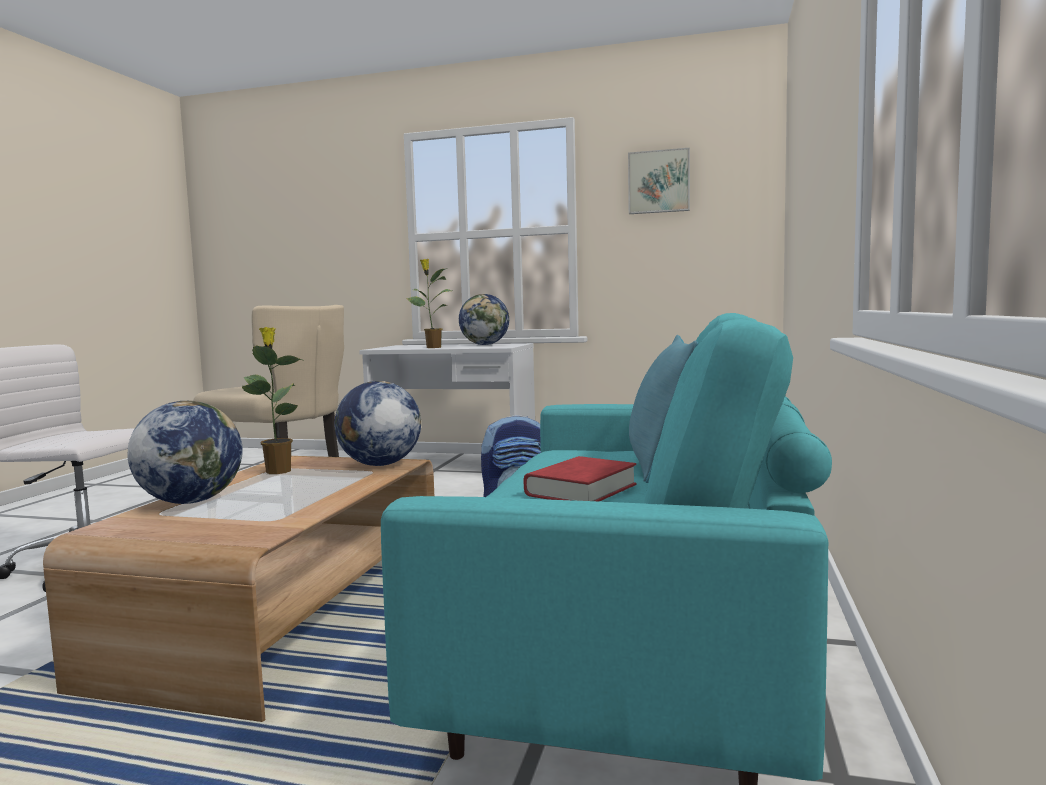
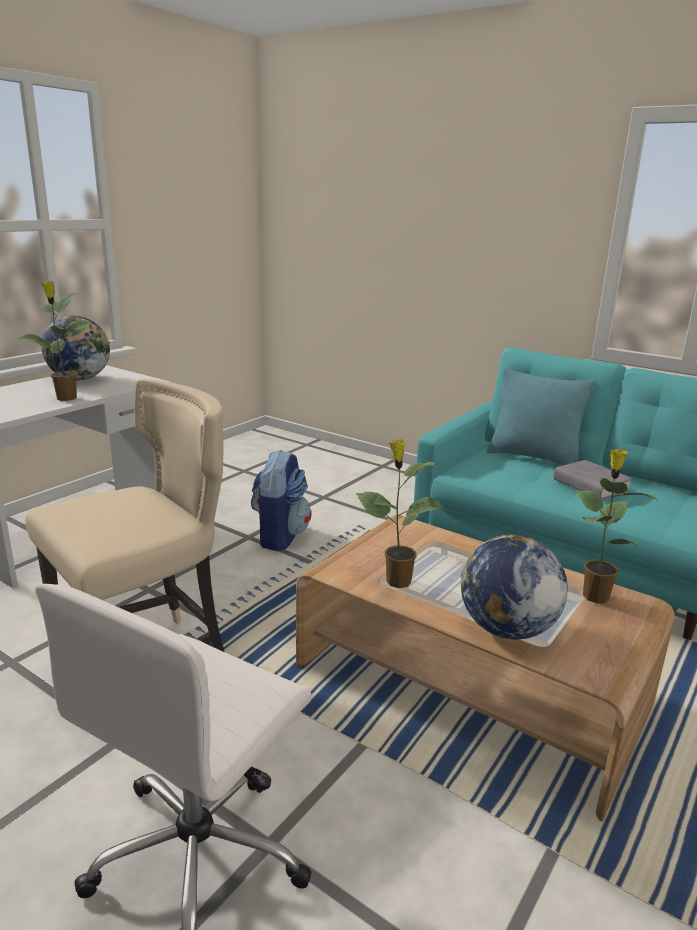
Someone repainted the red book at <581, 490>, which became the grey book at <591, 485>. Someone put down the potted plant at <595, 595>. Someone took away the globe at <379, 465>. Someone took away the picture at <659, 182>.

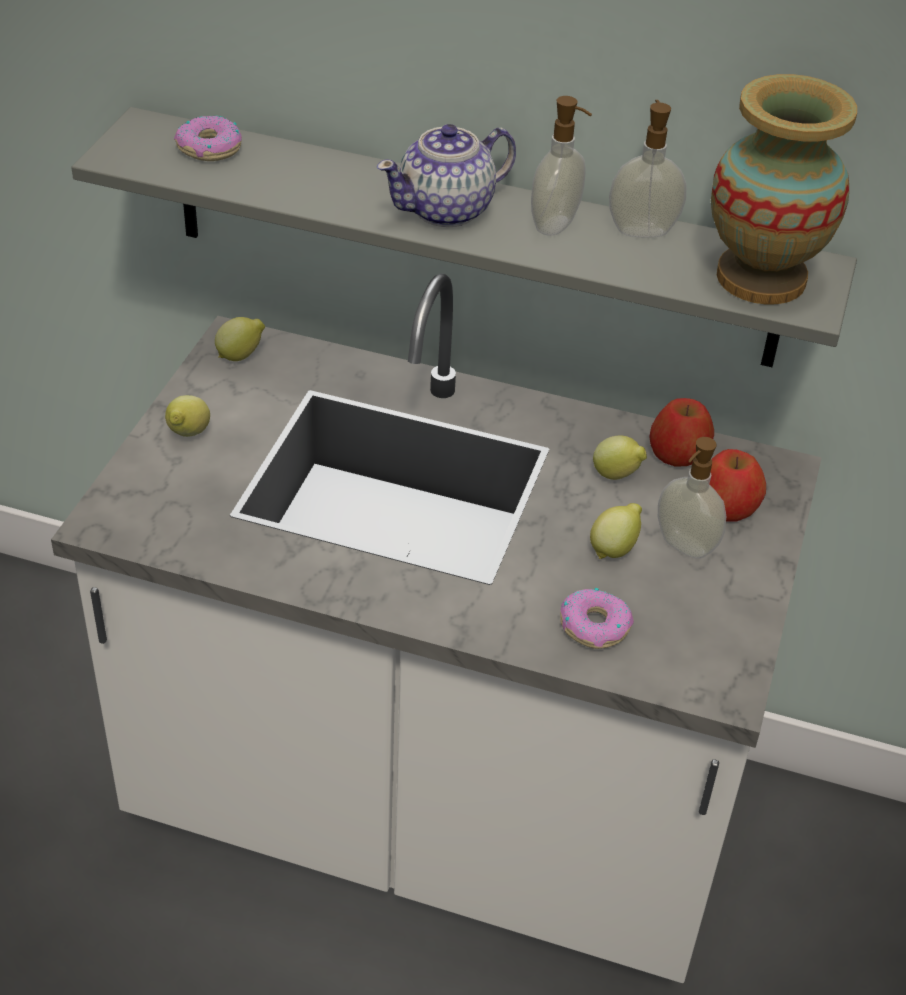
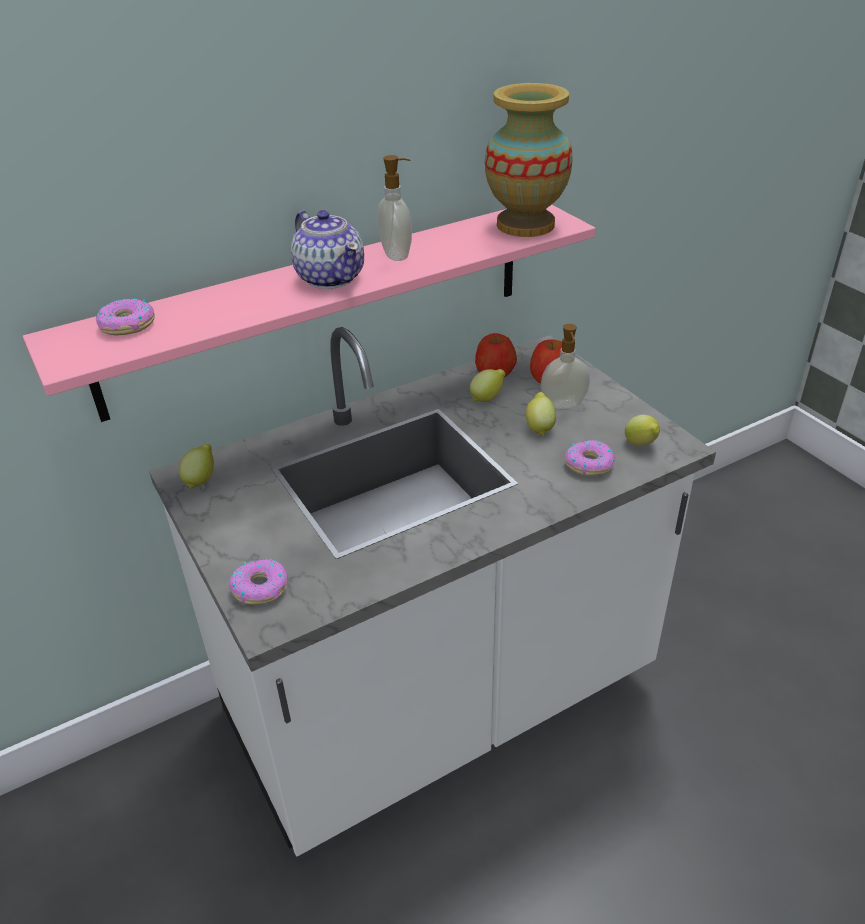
Someone repainted the grey shelf at <472, 239>, which became the pink shelf at <320, 306>. Someone put down the donut at <260, 588>. Someone rotated the teapot at <447, 210> by 45 degrees counterclockwise. Someone carried the lemon from <188, 435> to <641, 445>. Someone took away the soap dispenser at <642, 230>.

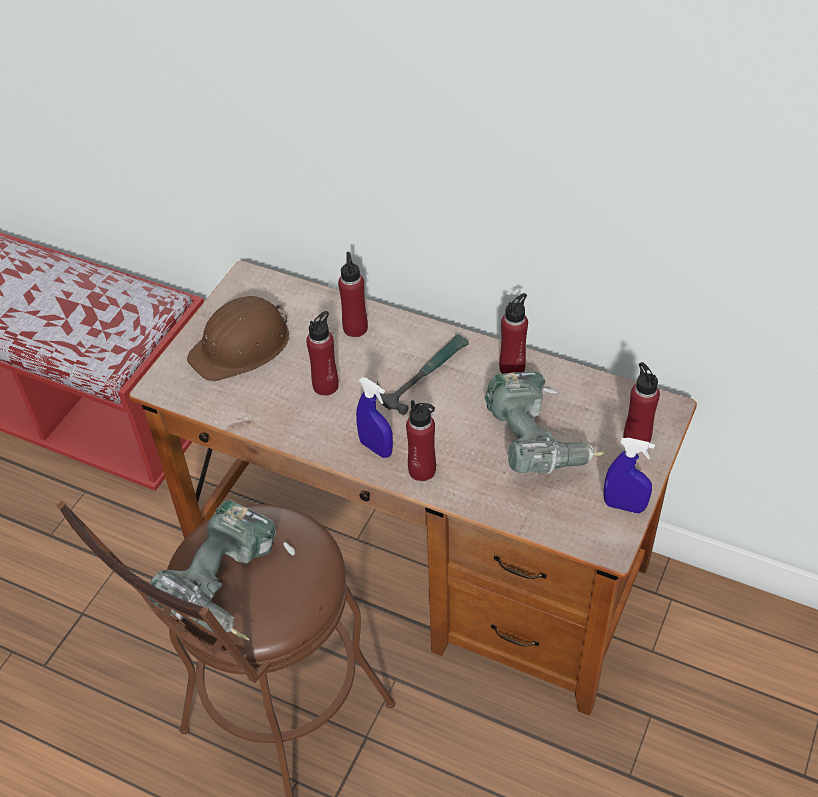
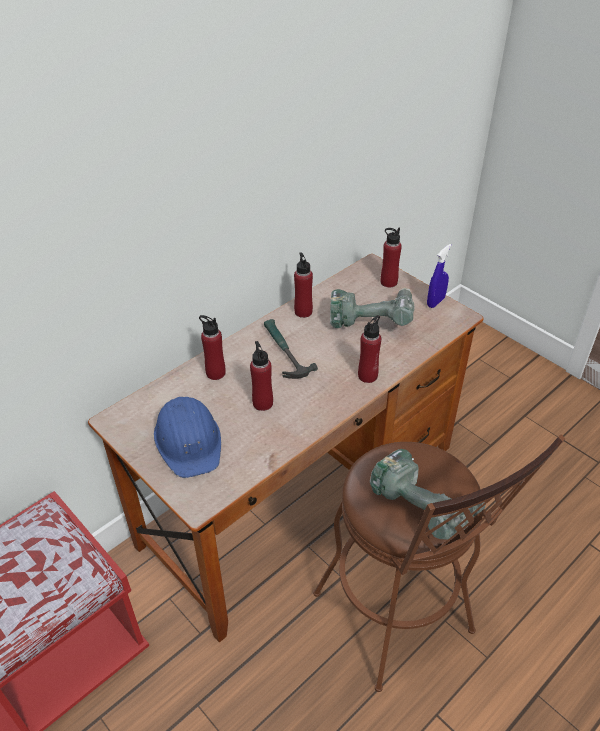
Someone repainted the brown hard hat at <242, 346>, which became the blue hard hat at <189, 441>. Someone took away the blue spray bottle at <376, 448>.

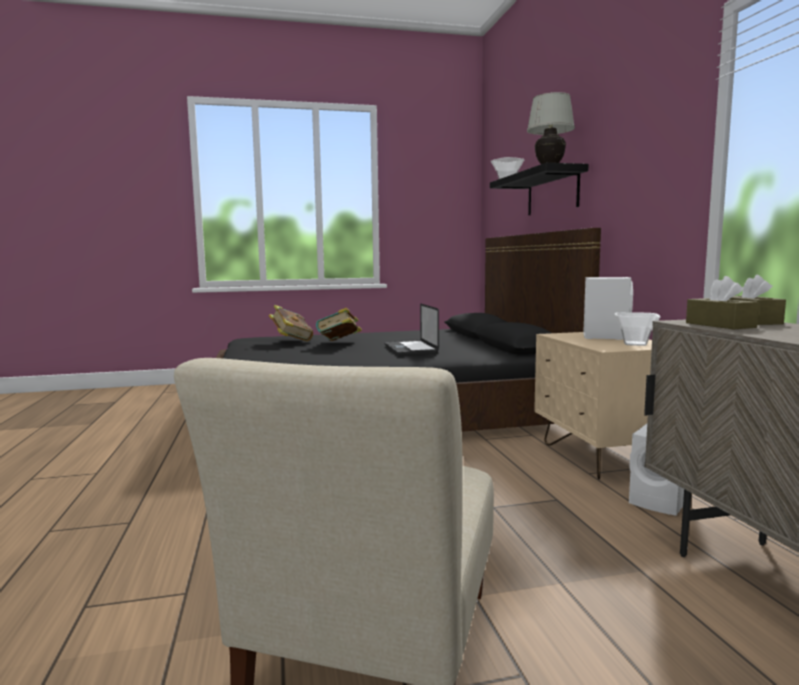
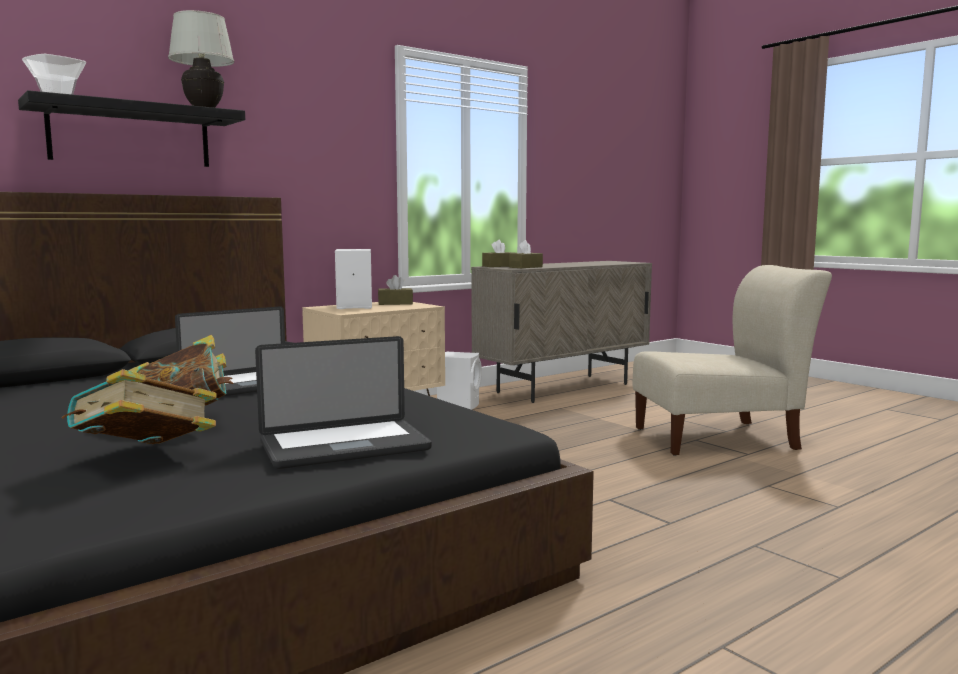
Someone put down the laptop at <345, 446>. Someone swapped the bowl at <636, 344> for the brown tissue box at <395, 303>.

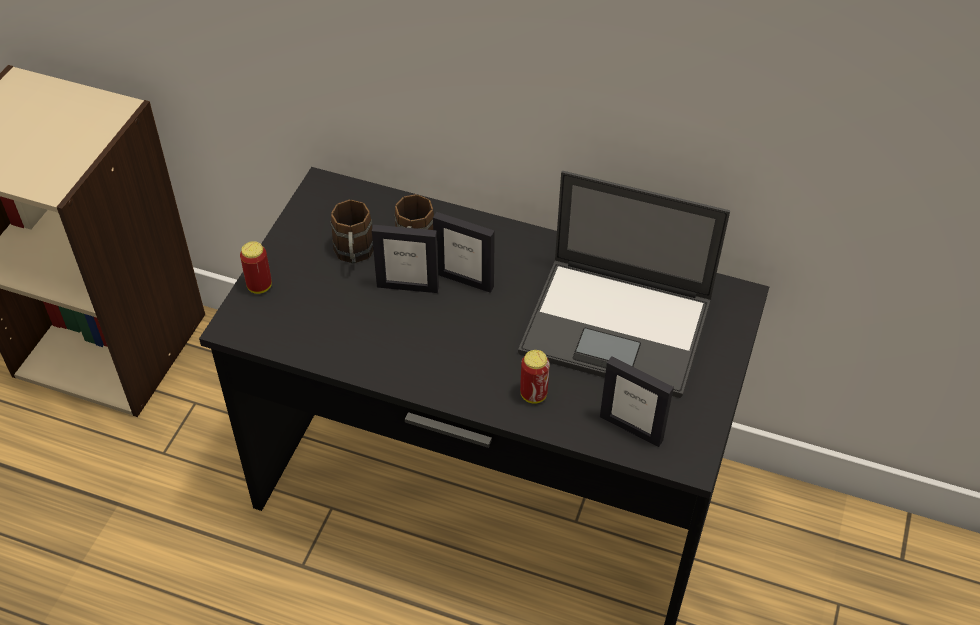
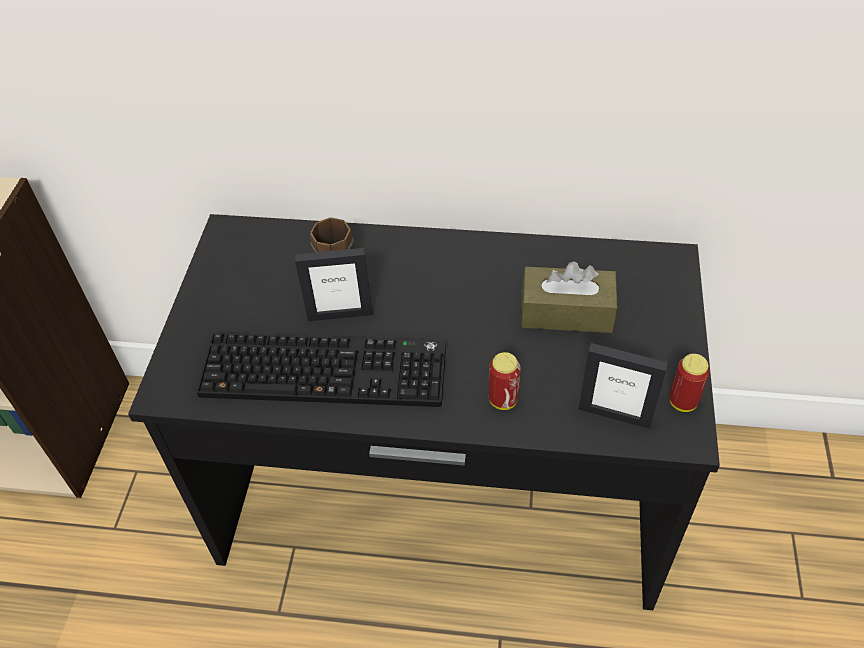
Someone put down the keyboard at <327, 369>. Someone swapped the laptop at <618, 327> for the brown tissue box at <566, 312>. Someone carried the can from <259, 286> to <682, 402>. Someone took away the brown mug at <354, 255>. Someone took away the picture frame at <464, 280>.

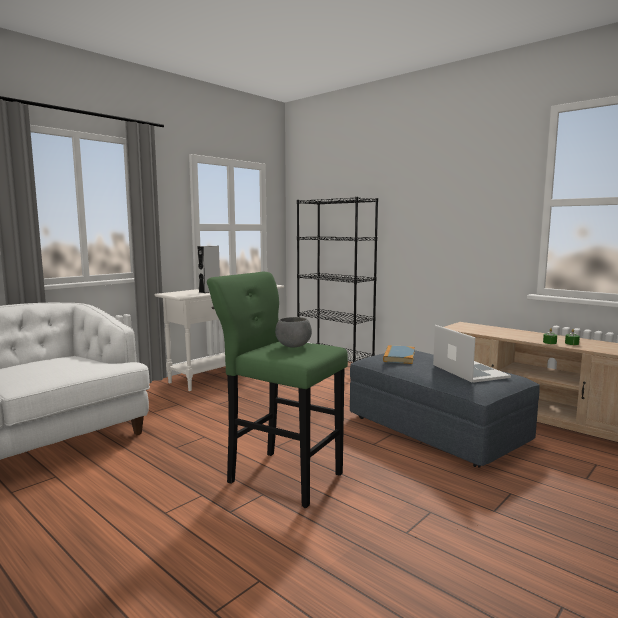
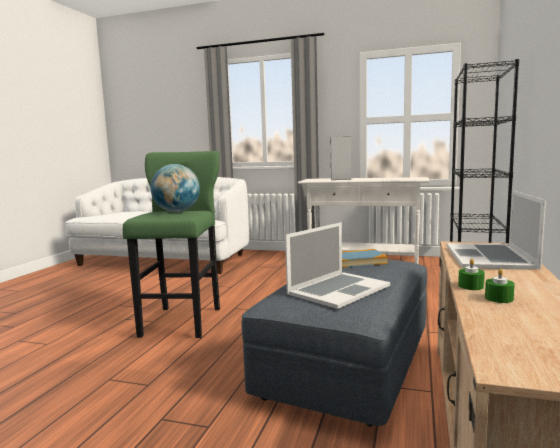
Someone swapped the grey bowl at <294, 346> for the globe at <177, 212>. Someone put down the laptop at <490, 257>.

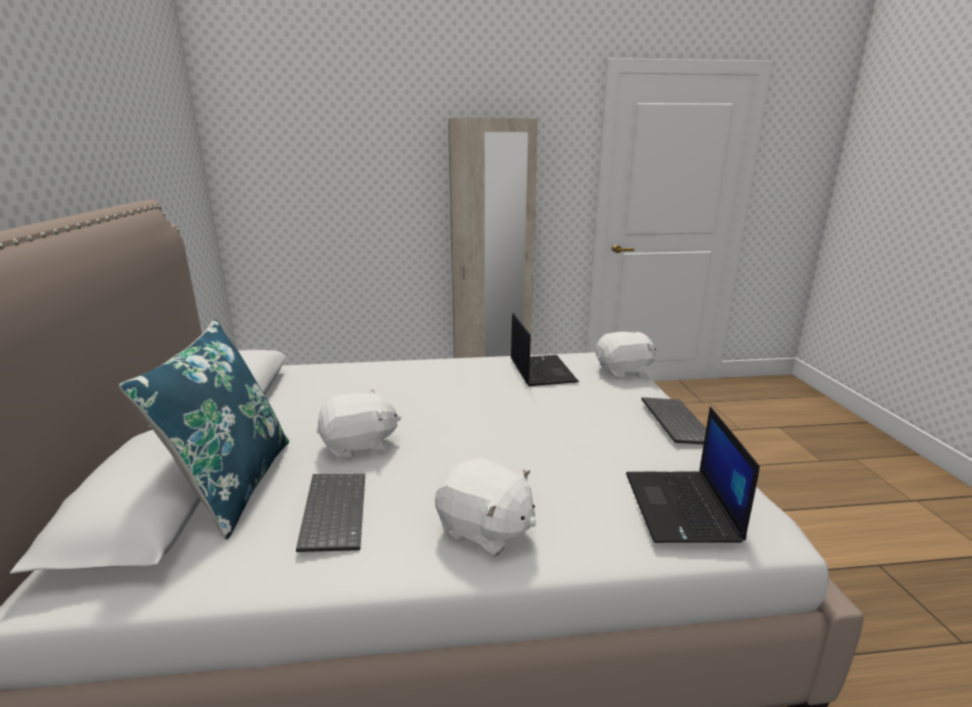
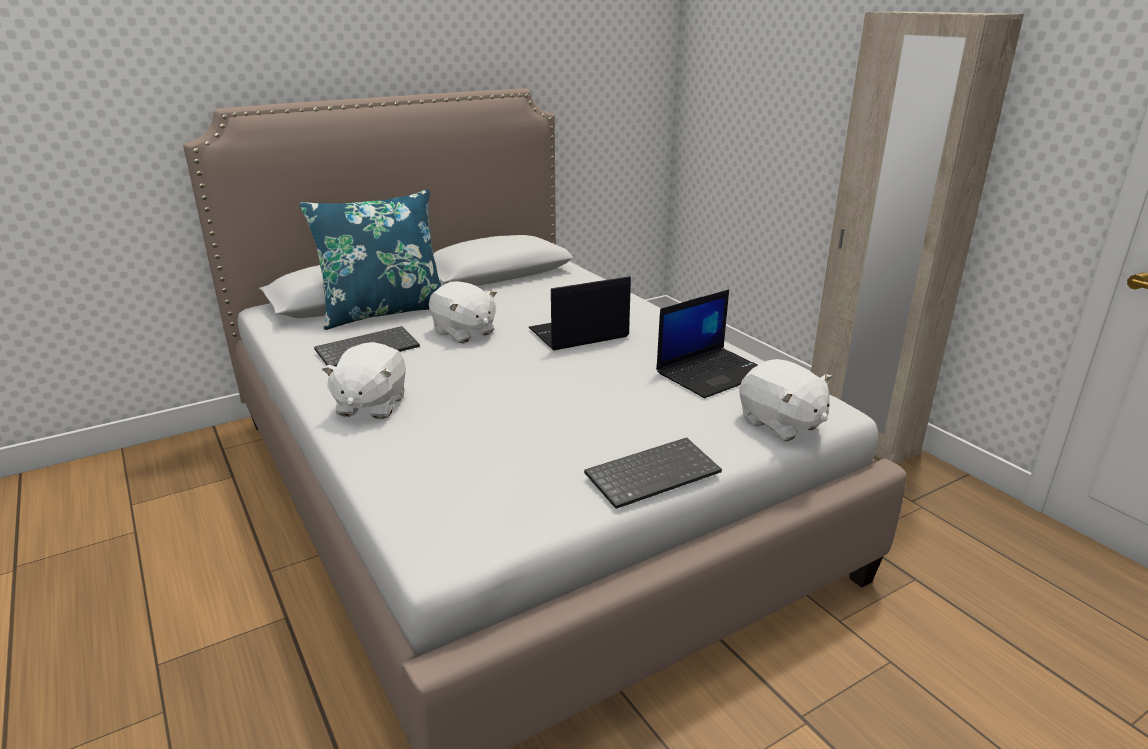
Someone carried the laptop from <682, 507> to <577, 334>.

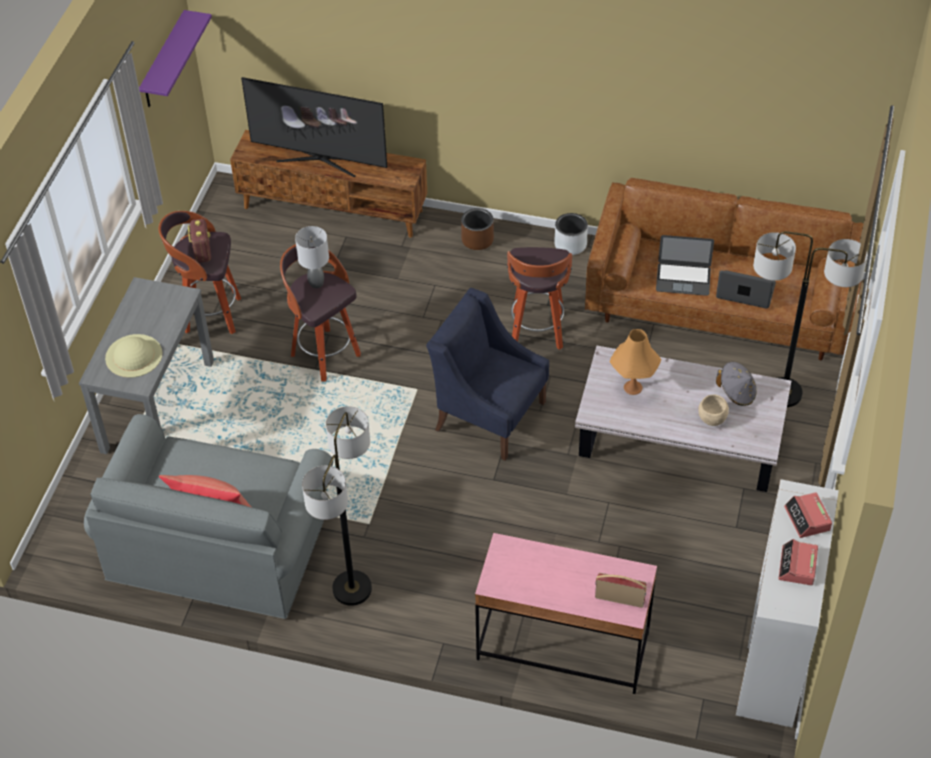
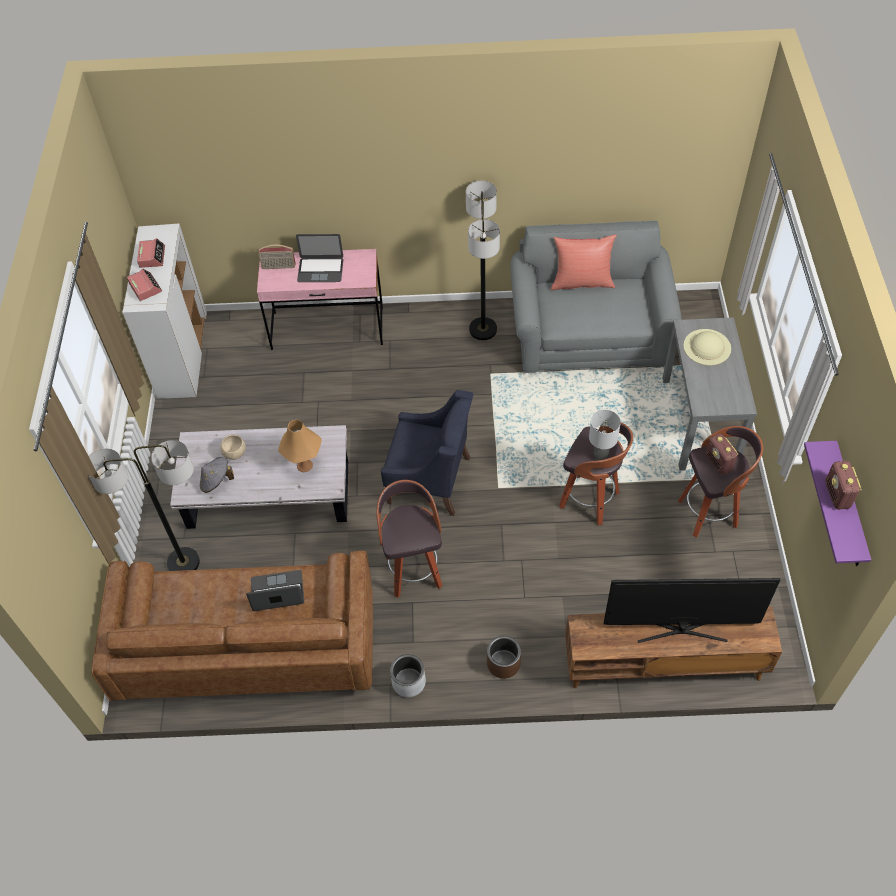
Someone carried the laptop from <745, 291> to <320, 270>. Someone put down the radio at <837, 495>.

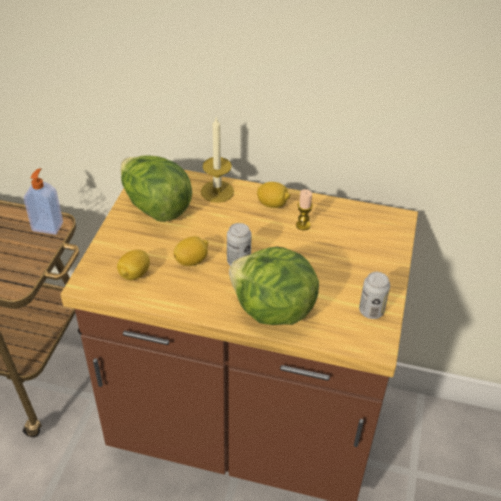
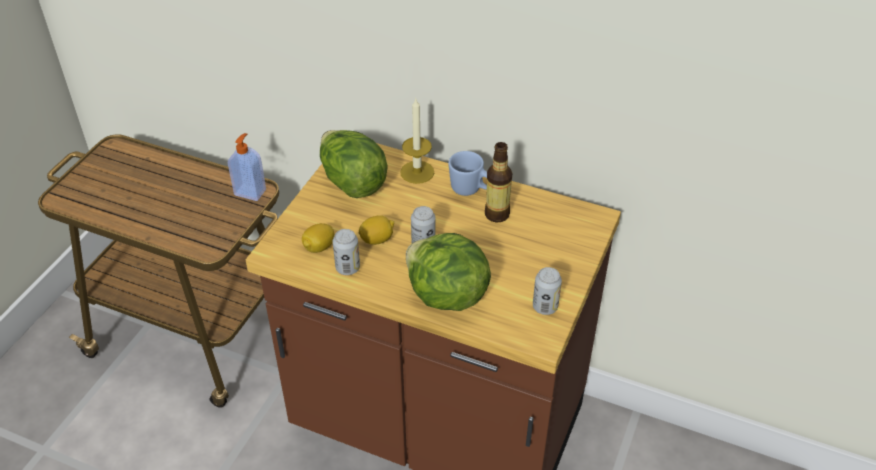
Someone put down the can at <347, 268>. Someone swapped the lemon at <272, 204> for the blue mug at <470, 190>. Someone swapped the candle at <303, 225> for the bottle at <497, 214>.

